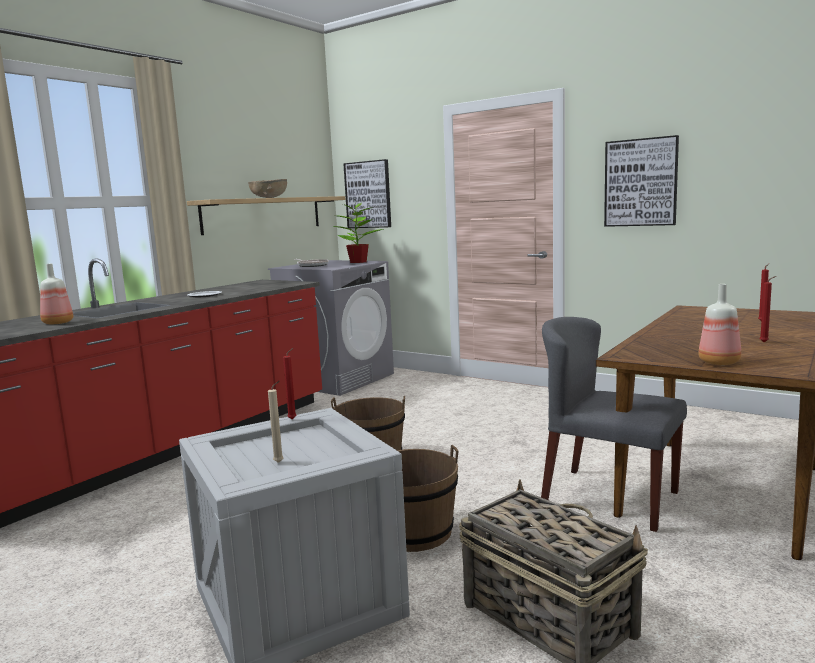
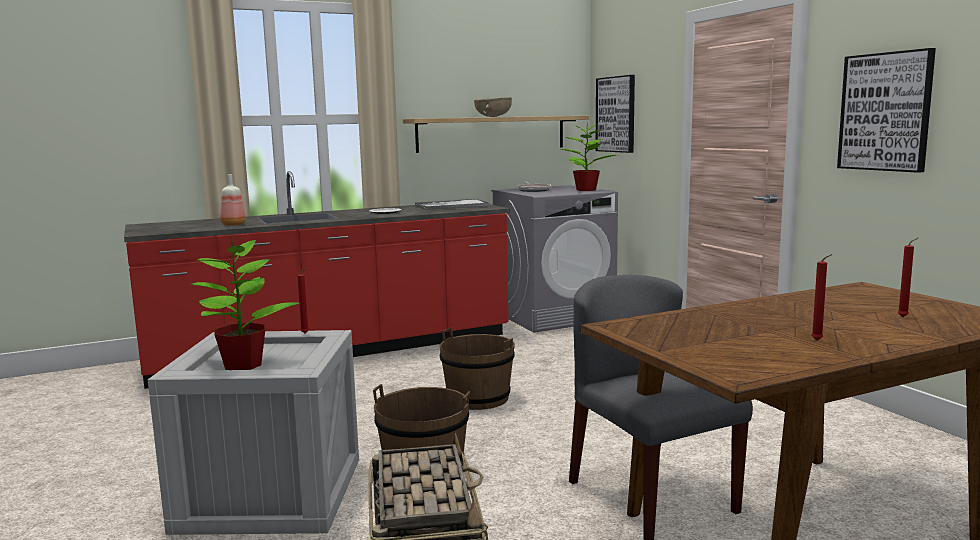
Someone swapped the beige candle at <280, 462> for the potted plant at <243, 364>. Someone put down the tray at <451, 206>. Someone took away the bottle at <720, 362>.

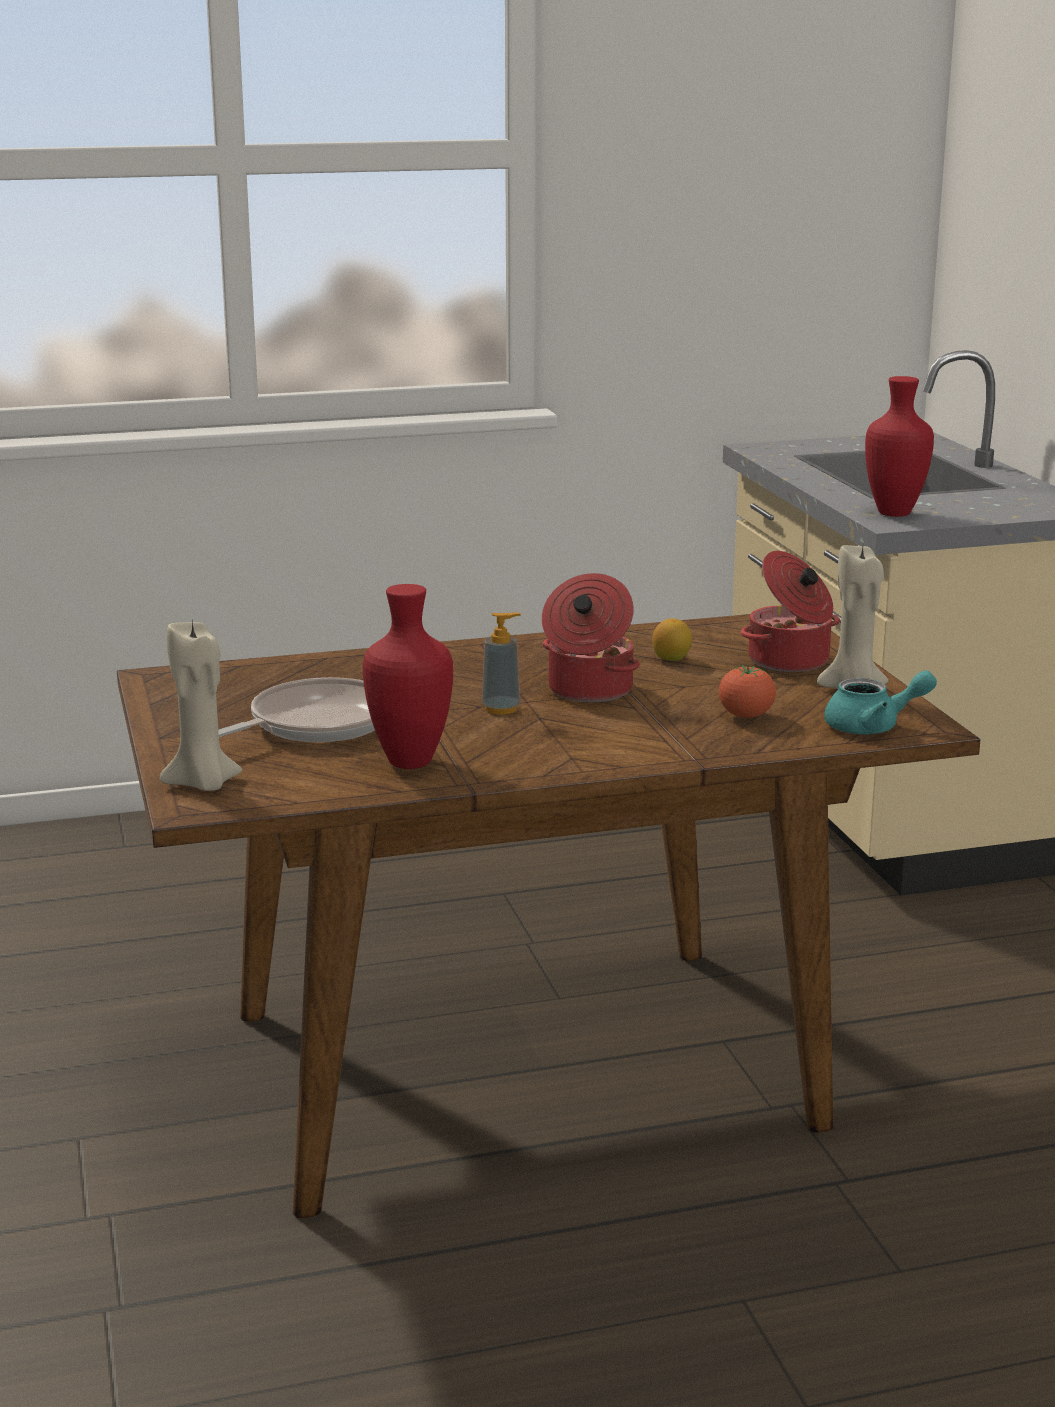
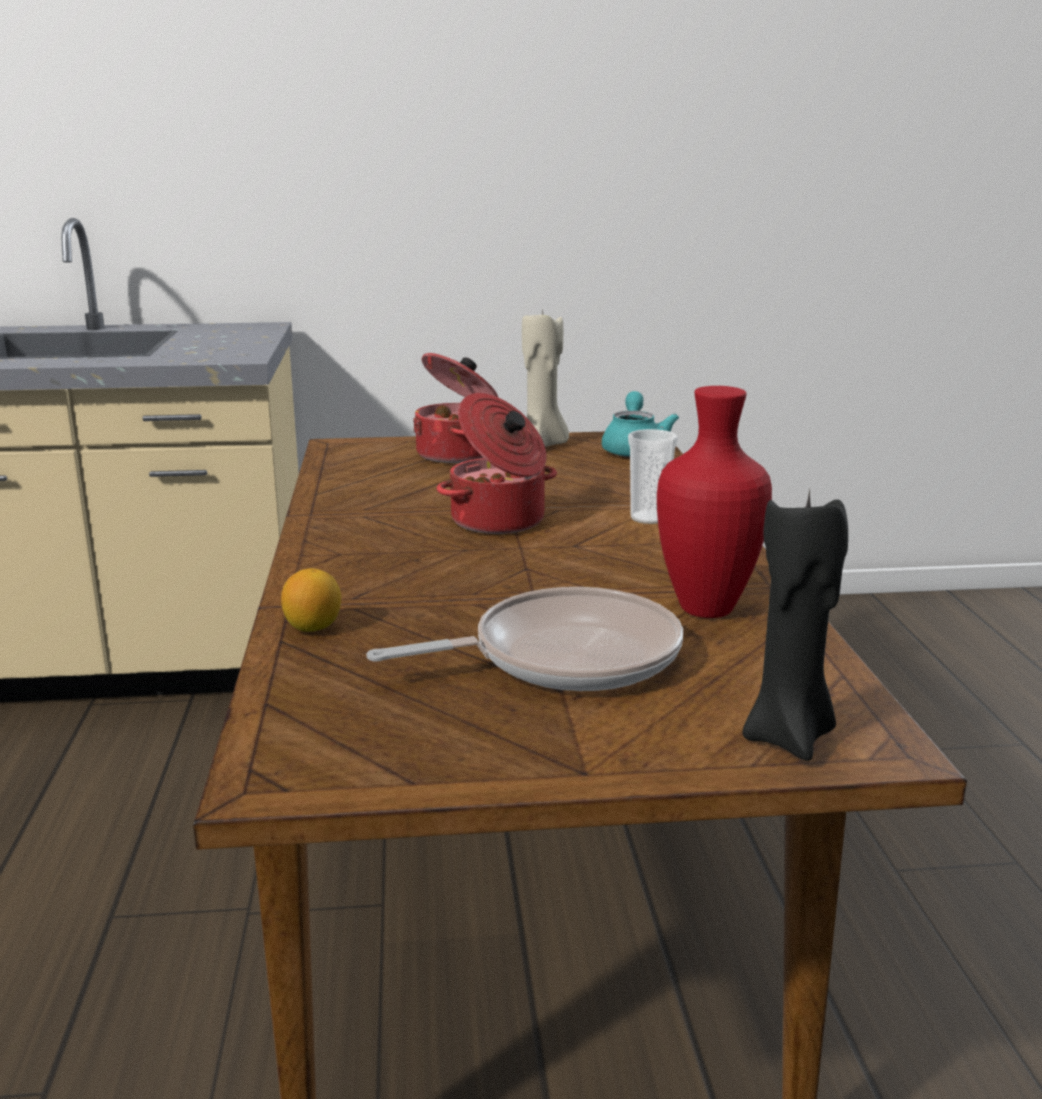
Someone carried the lemon from <671, 659> to <313, 627>. Someone rotated the frying pan at <314, 725> by 105 degrees clockwise. Someone put down the cup at <649, 518>. Someone repainted the beige candle at <203, 784>, which became the black candle at <789, 737>. Someone took away the soap dispenser at <501, 709>. Someone took away the tomato at <746, 716>. Someone took away the red vase at <895, 513>.

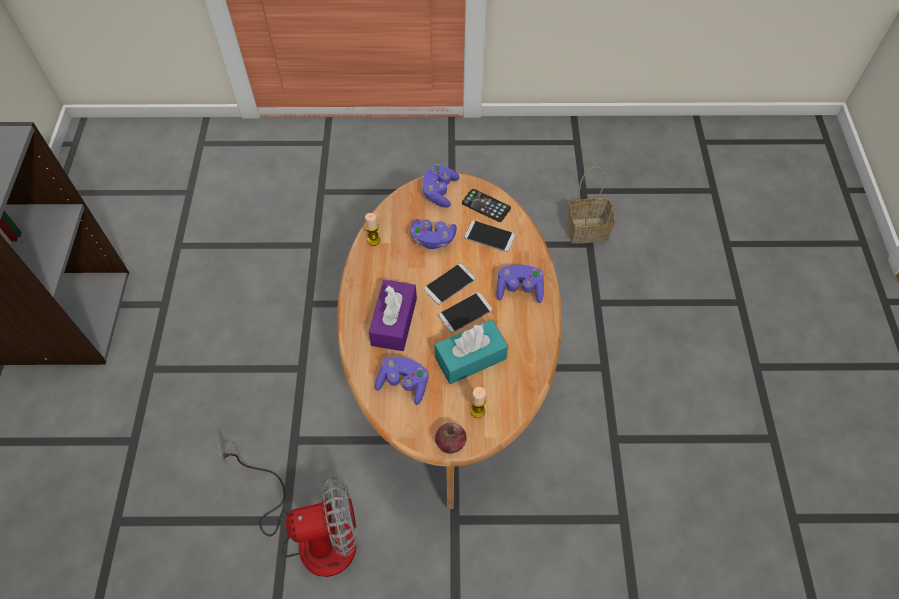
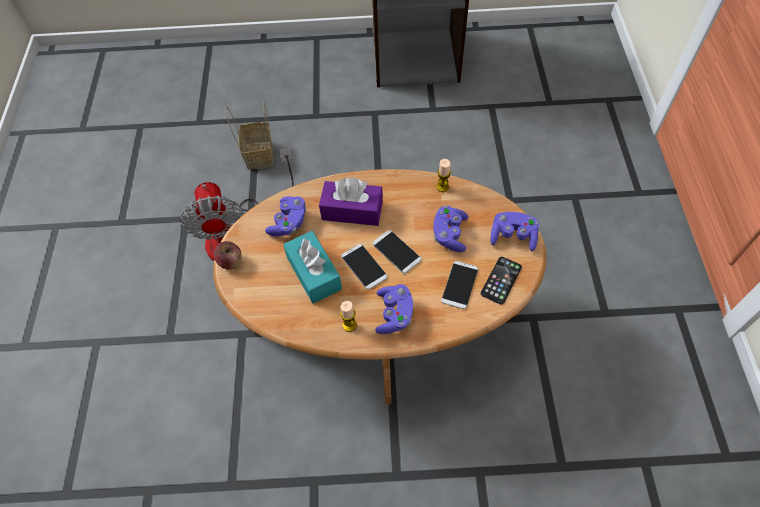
Someone carried the basket from <586, 231> to <258, 154>. Someone carried the candle from <477, 411> to <349, 325>.

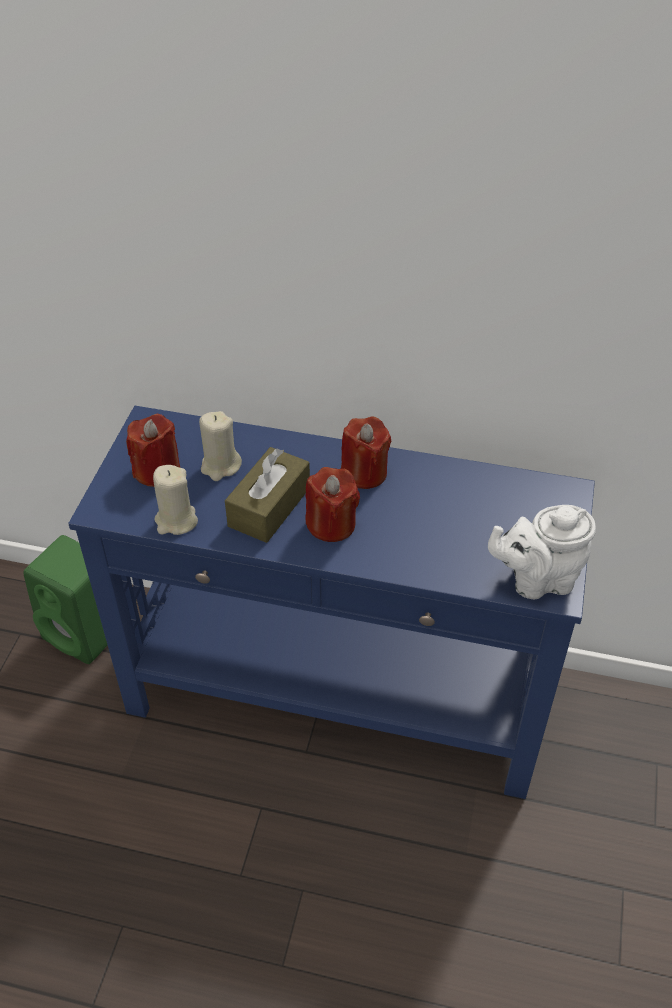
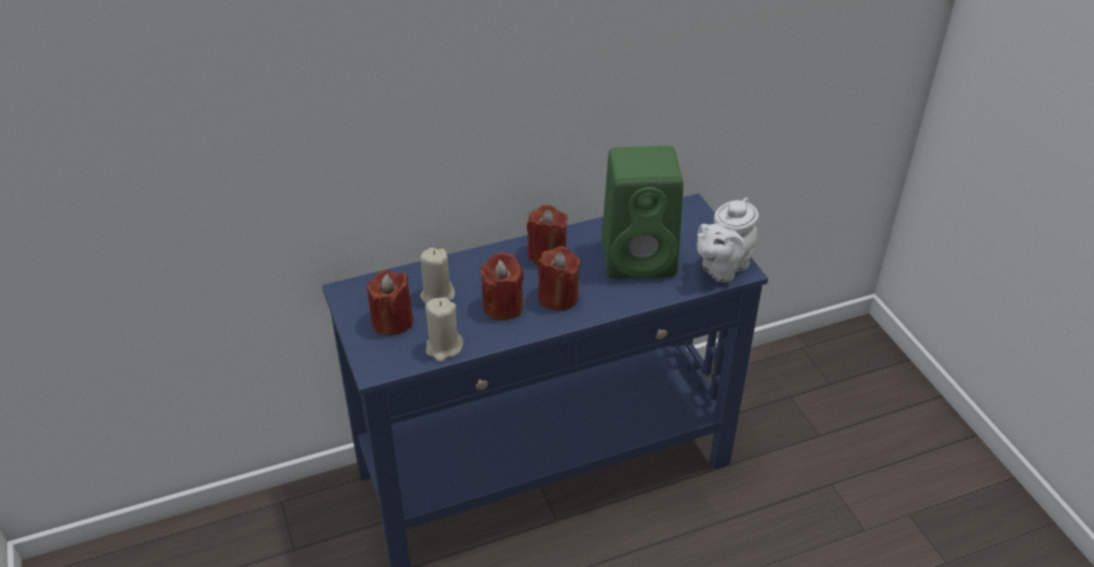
Someone swapped the brown tissue box at <269, 507> for the red candle at <503, 306>. Someone carried the green speaker from <87, 633> to <641, 257>.

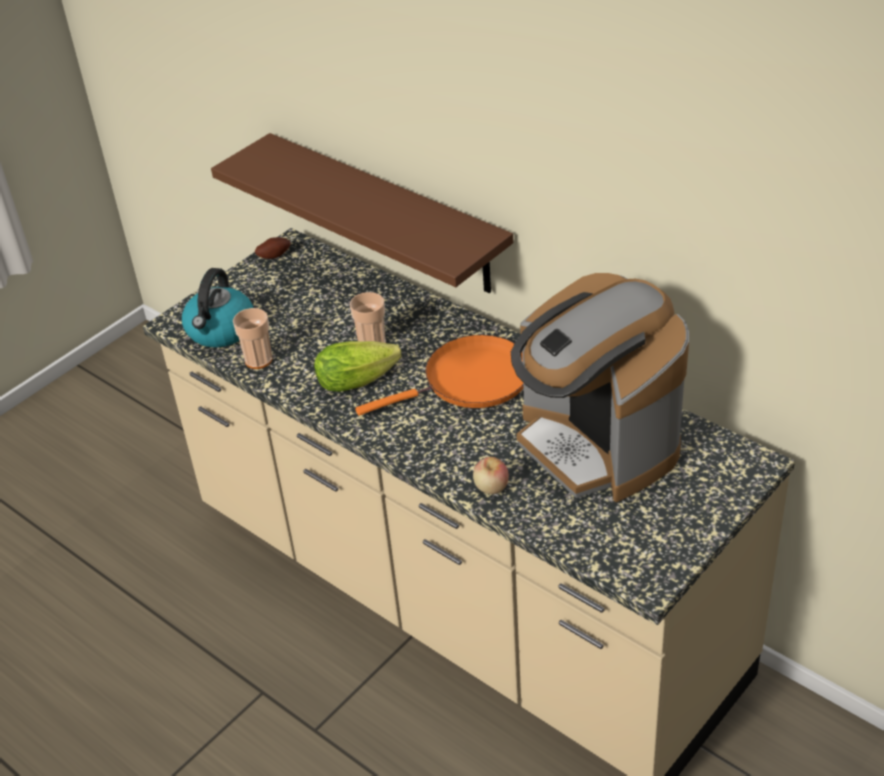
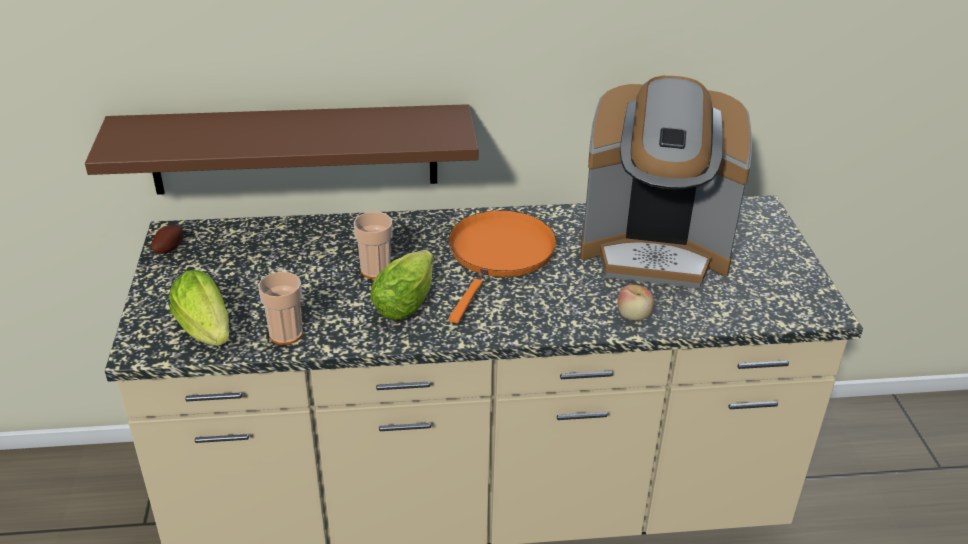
Someone swapped the kettle at <221, 331> for the lettuce at <207, 331>.

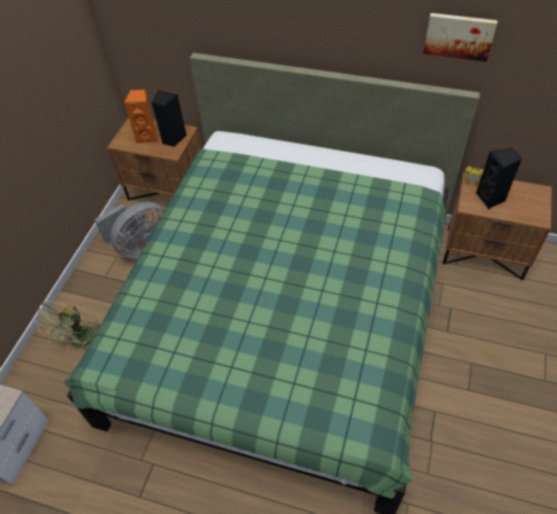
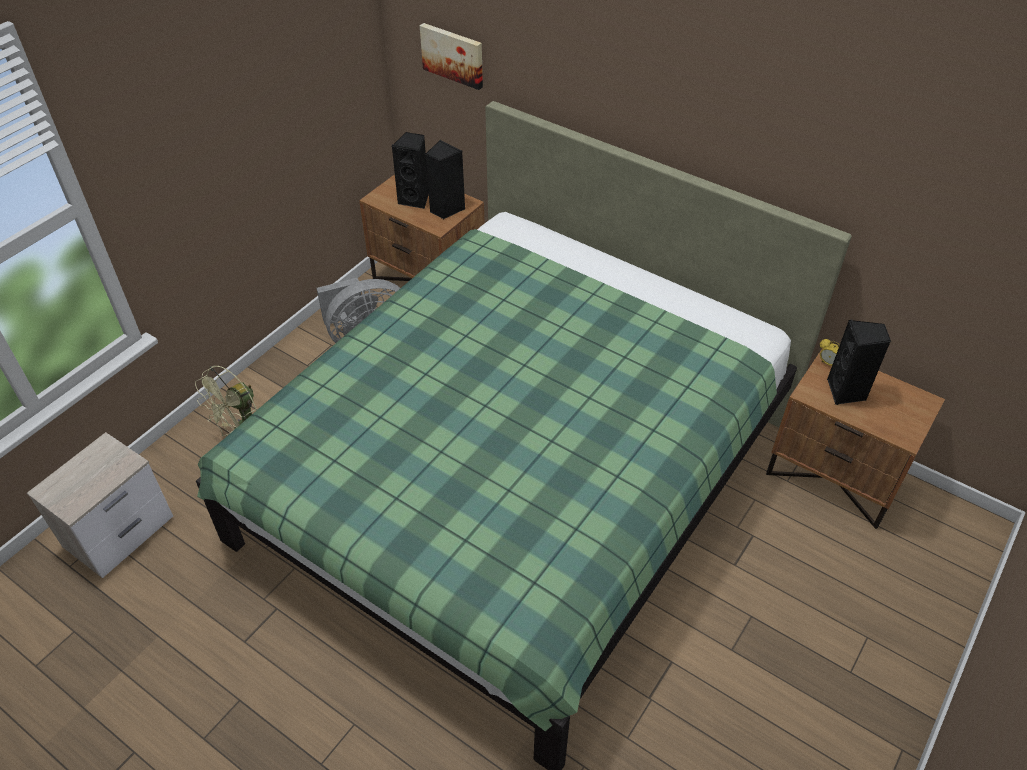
Someone repainted the orange speaker at <148, 137>, which became the black speaker at <415, 199>. Someone carried the picture from <459, 36> to <453, 55>.

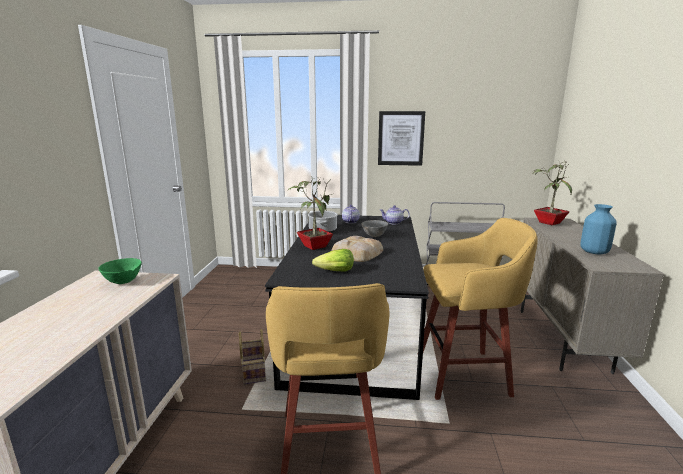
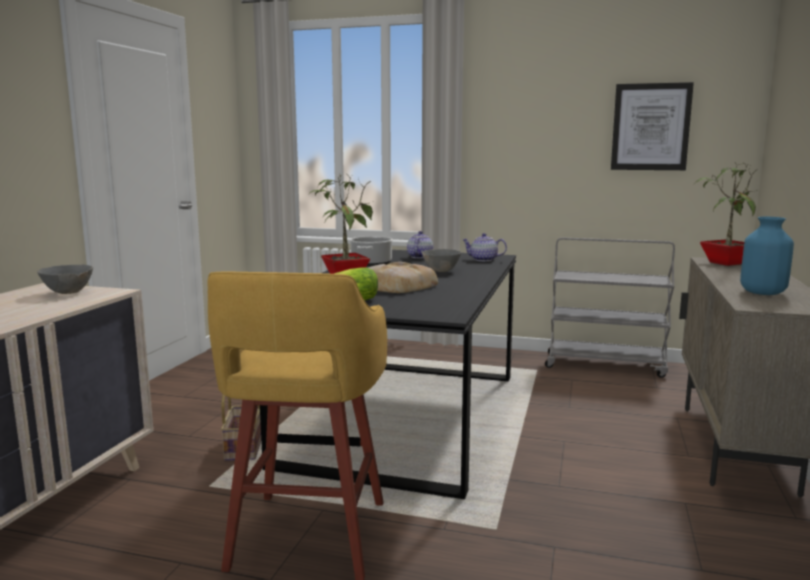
Someone repainted the green bowl at <123, 282>, which became the grey bowl at <68, 293>. Someone carried the picture from <401, 138> to <650, 127>. Someone took away the yellow stool at <465, 374>.

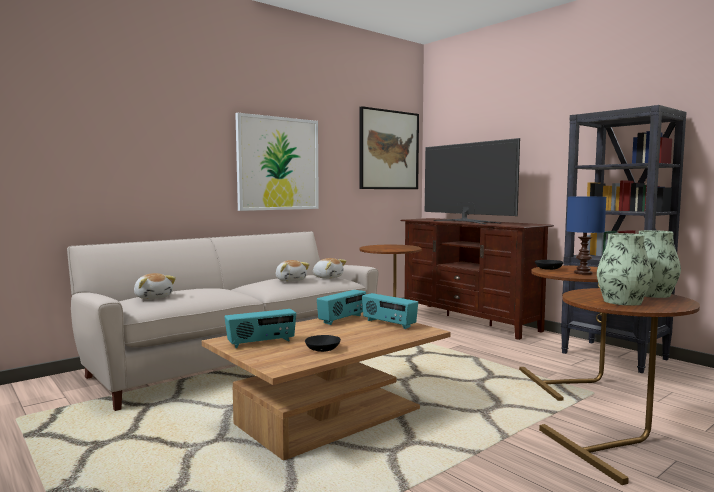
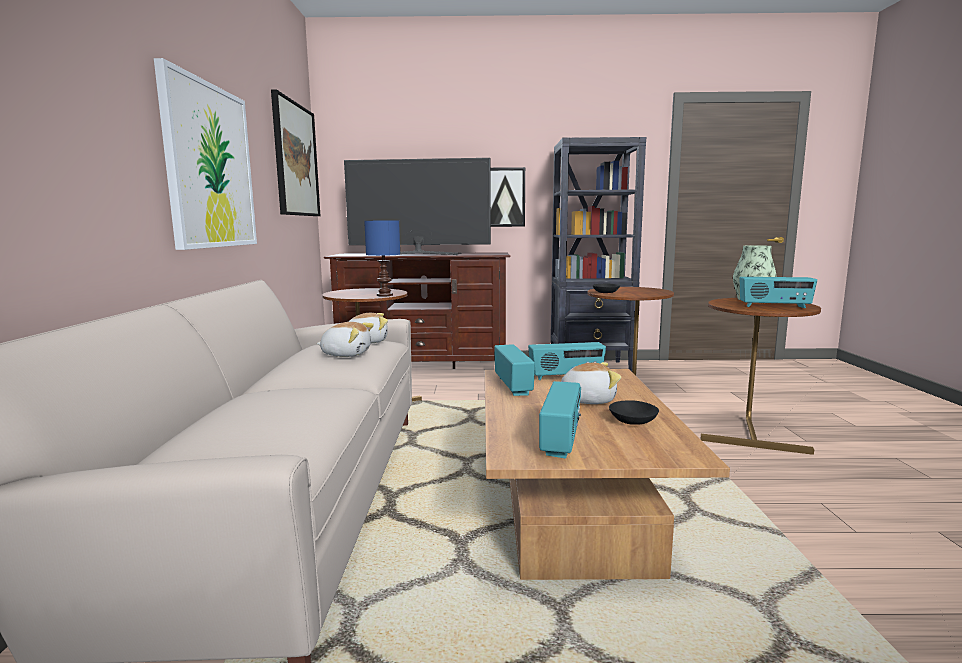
Someone carried the blue table lamp from <583, 273> to <385, 295>. Someone put up the picture at <505, 197>. Someone carried the plush toy from <153, 297> to <587, 400>. Someone swapped the vase at <622, 301> for the radio at <774, 306>.

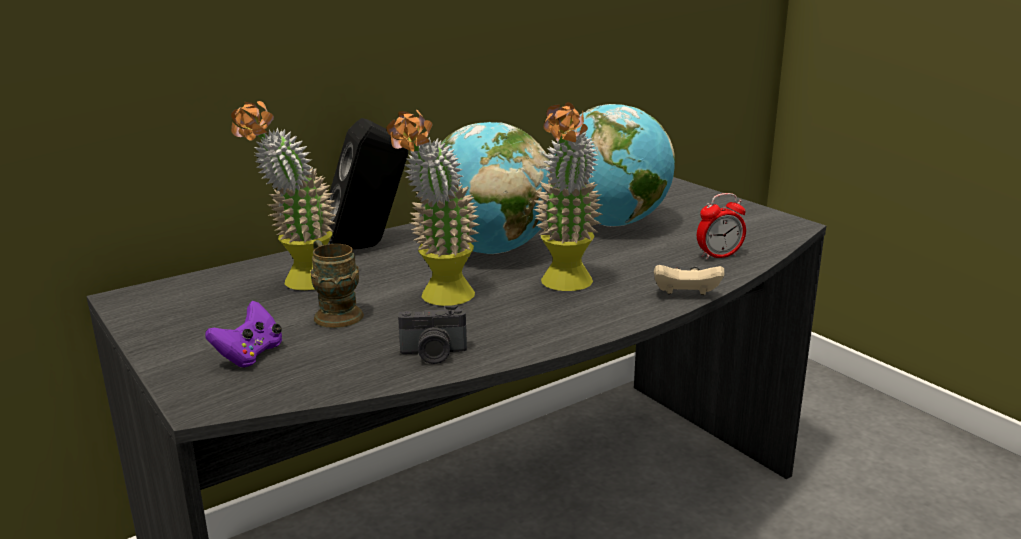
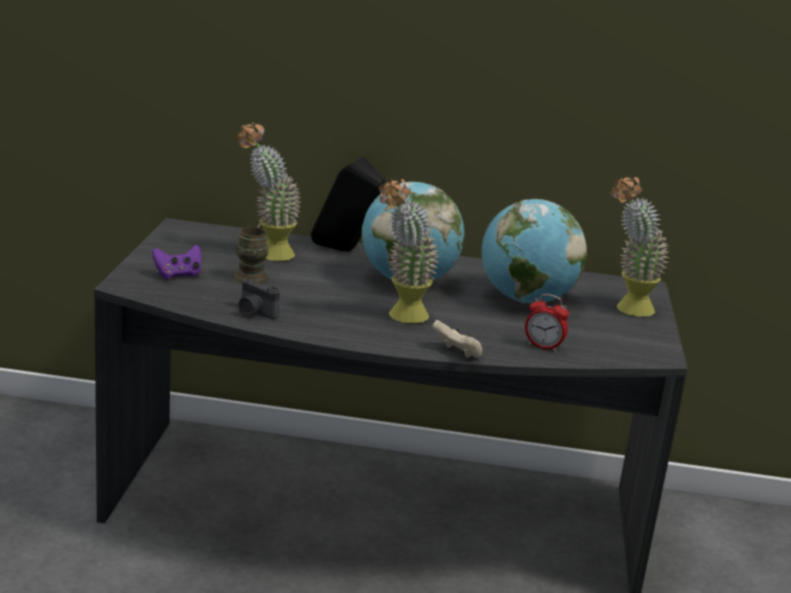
Someone carried the potted plant from <439, 300> to <626, 309>.

